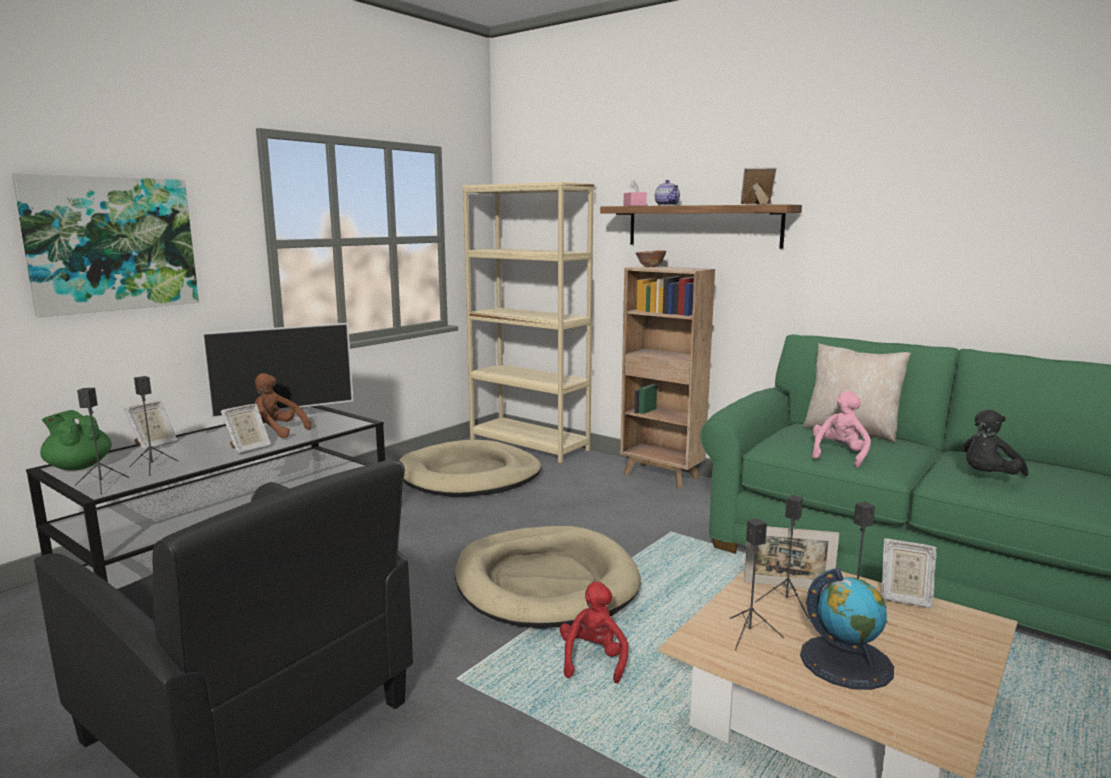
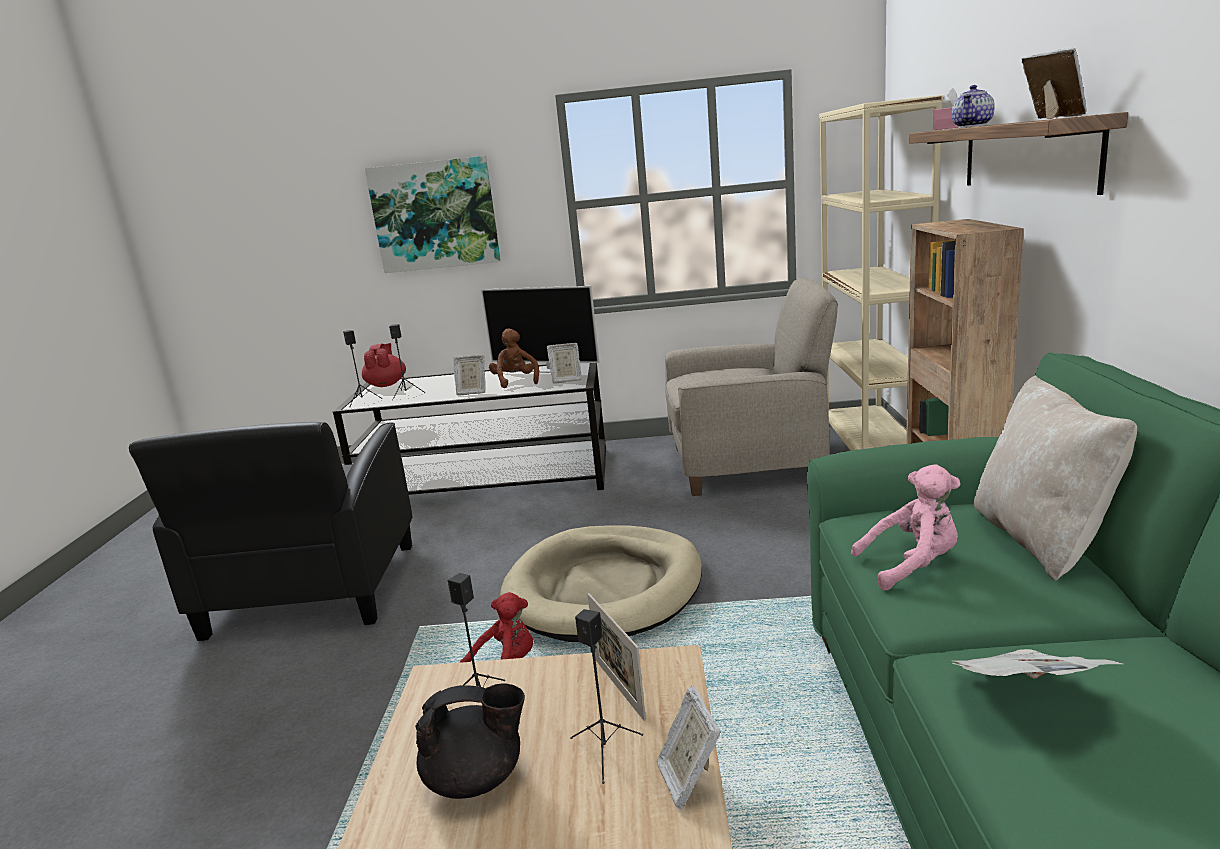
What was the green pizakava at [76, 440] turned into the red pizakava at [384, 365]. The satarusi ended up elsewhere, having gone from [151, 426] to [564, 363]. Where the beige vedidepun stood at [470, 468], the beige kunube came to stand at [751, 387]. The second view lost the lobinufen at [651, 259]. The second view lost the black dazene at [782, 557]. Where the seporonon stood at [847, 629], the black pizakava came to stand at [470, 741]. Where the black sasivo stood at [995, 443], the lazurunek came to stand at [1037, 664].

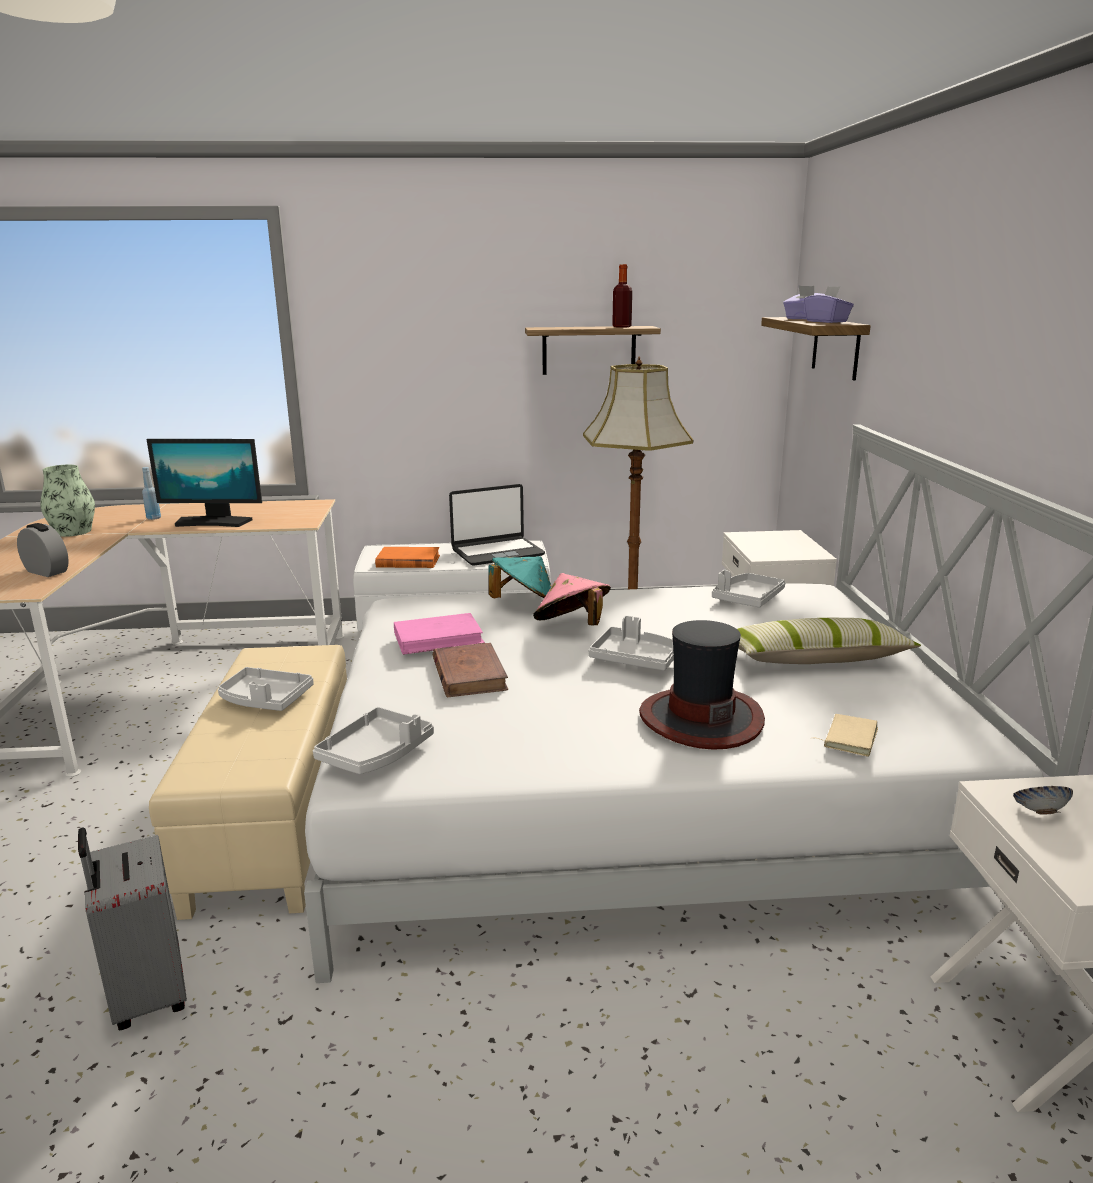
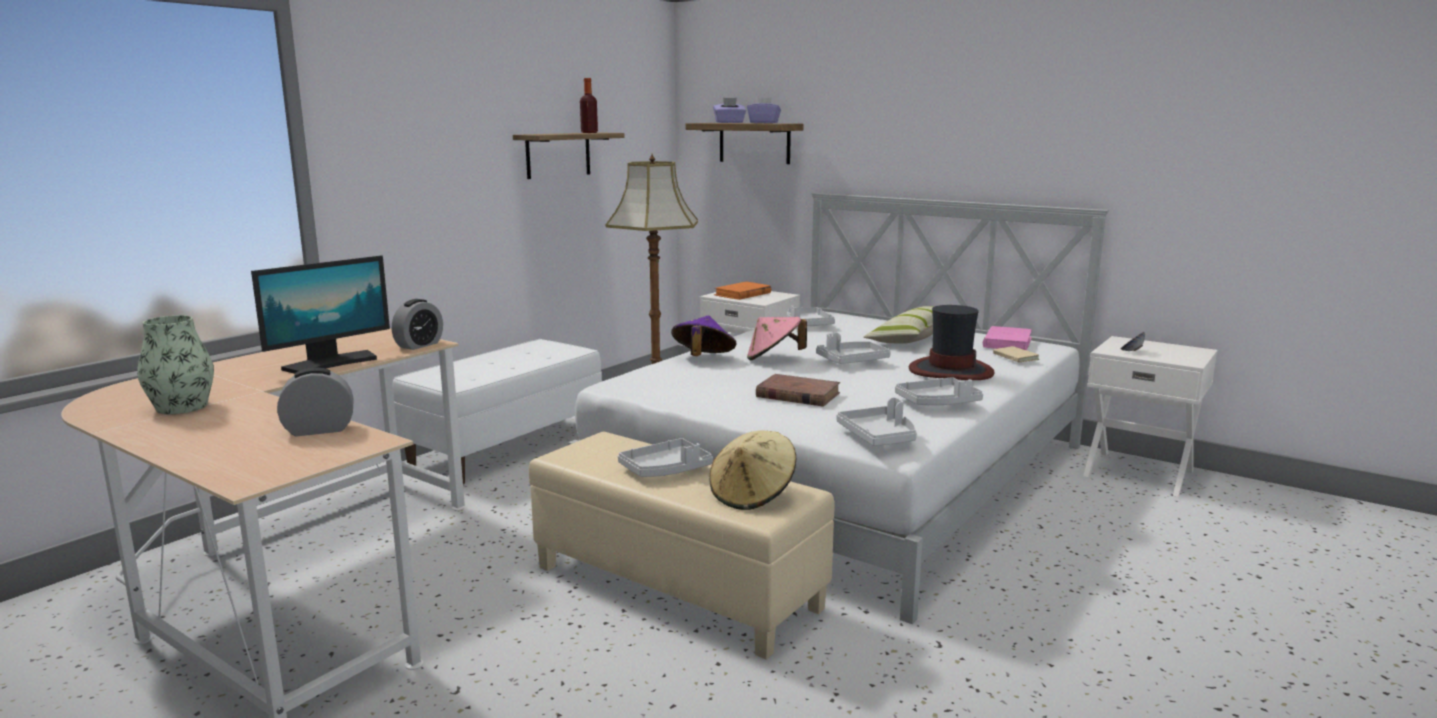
The second view lost the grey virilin at [132, 928]. The second view lost the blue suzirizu at [151, 493]. The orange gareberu ended up elsewhere, having gone from [407, 557] to [742, 291]. The pink gareberu ended up elsewhere, having gone from [439, 634] to [1007, 338]. The second view lost the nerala at [497, 525]. What was the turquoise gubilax at [520, 577] turned into the purple gubilax at [703, 336]. The second view gained the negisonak at [417, 324]. The second view gained the beige gubilax at [752, 470]. The second view gained the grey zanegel at [939, 391].

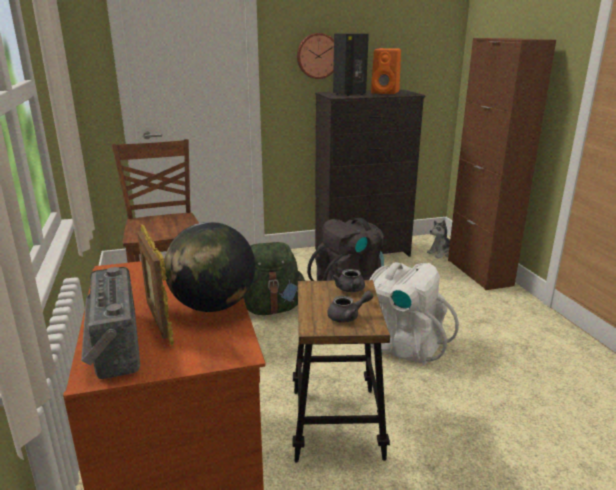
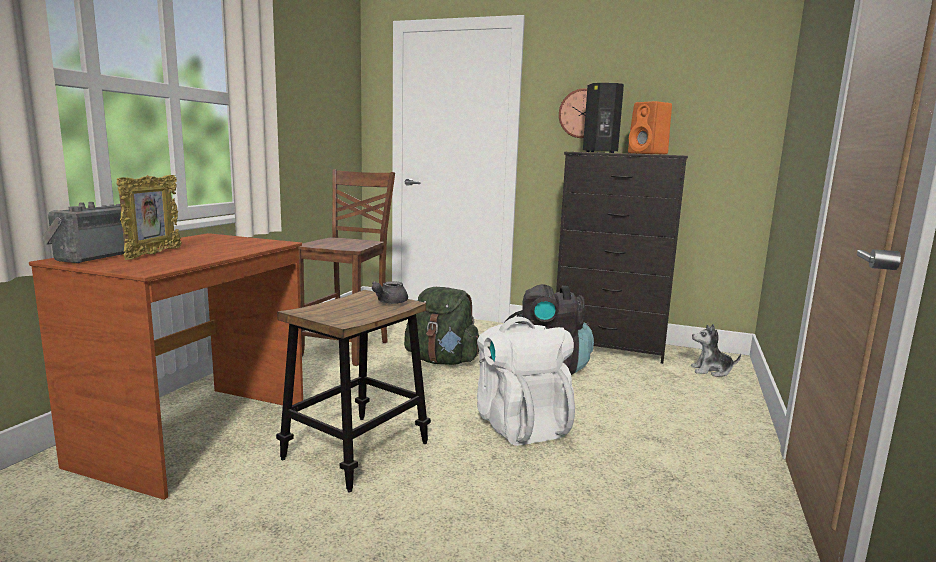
The second view lost the seporonon at [209, 267]. The second view lost the grey pizakava at [350, 307]. The second view lost the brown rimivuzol at [502, 164].

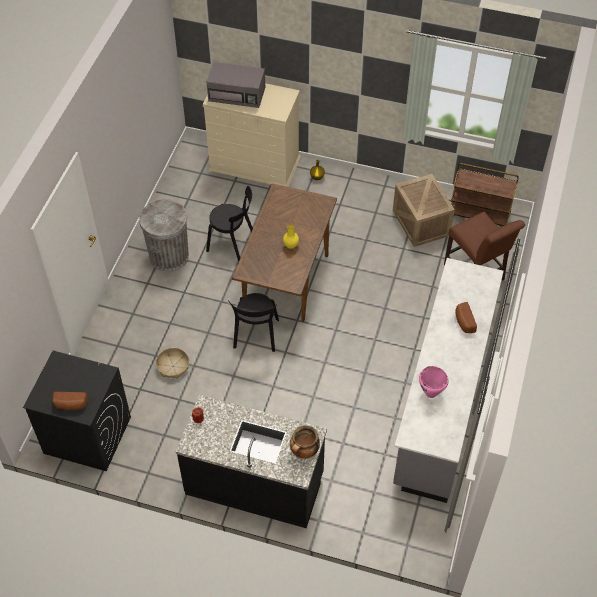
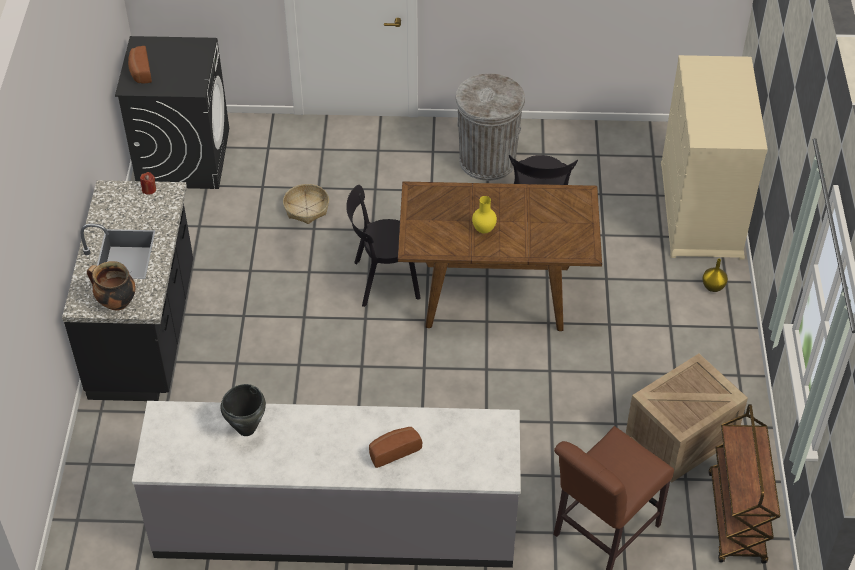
The second view lost the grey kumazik at [236, 85]. What was the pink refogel at [433, 382] turned into the black refogel at [243, 410].

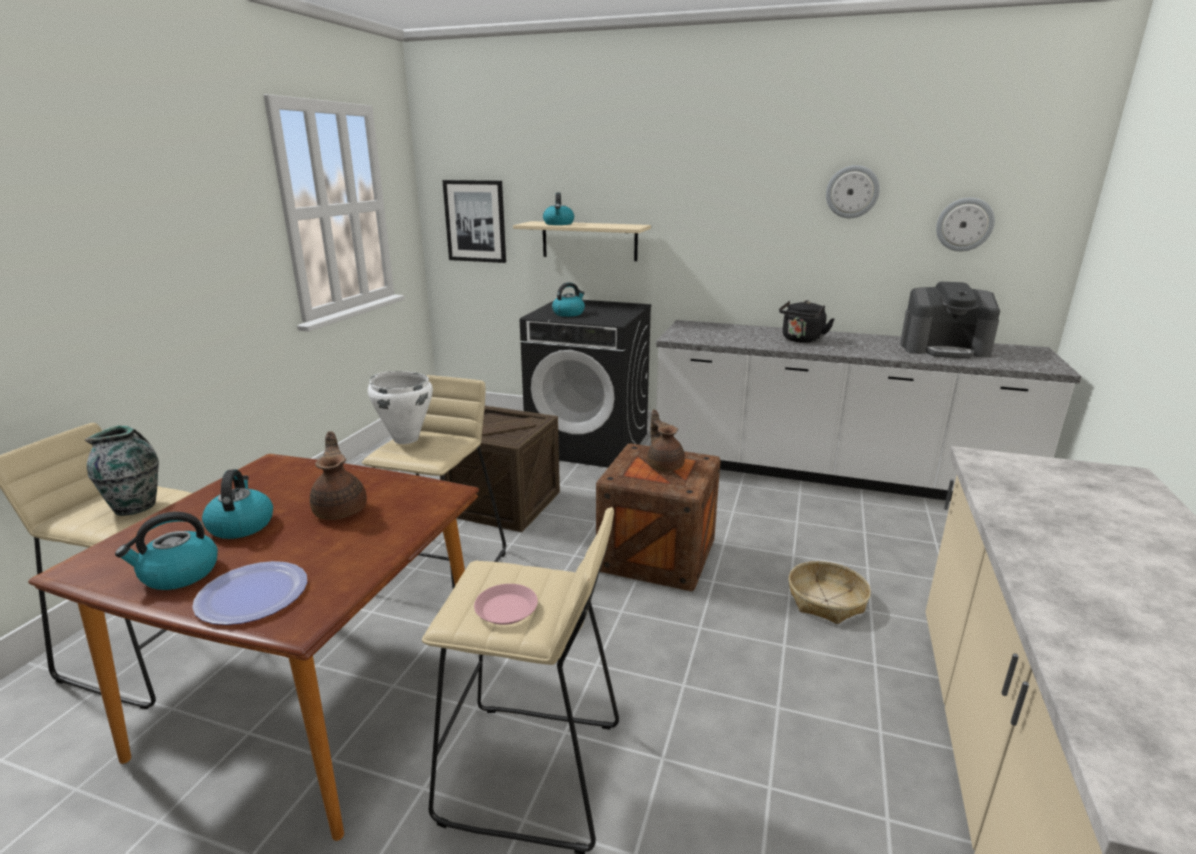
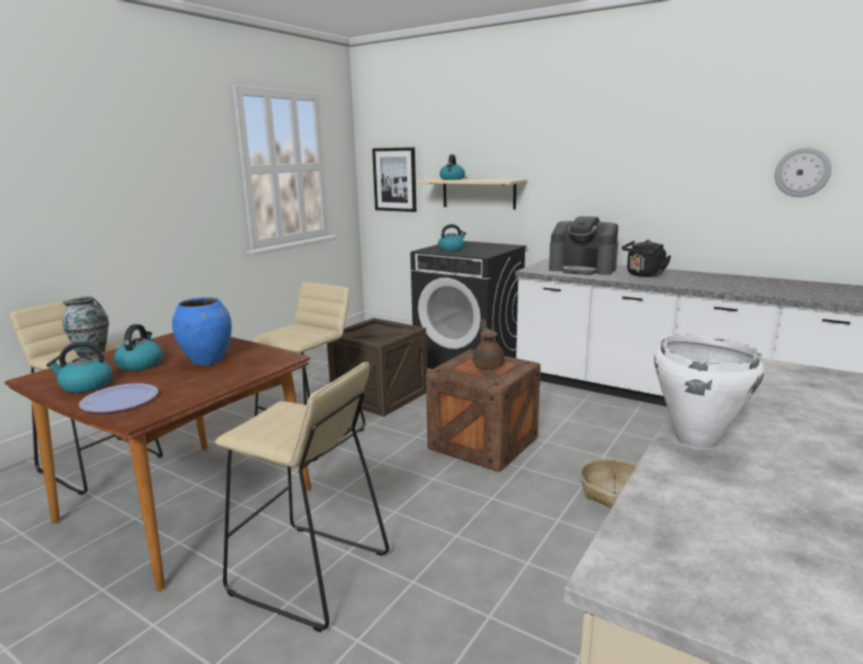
Where the brown pizakava stood at [338, 475], the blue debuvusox came to stand at [202, 331]. The white refogel ended up elsewhere, having gone from [400, 407] to [709, 392]. The second view lost the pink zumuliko at [506, 604]. The second view lost the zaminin at [853, 191]. The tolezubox ended up elsewhere, having gone from [950, 320] to [583, 245].

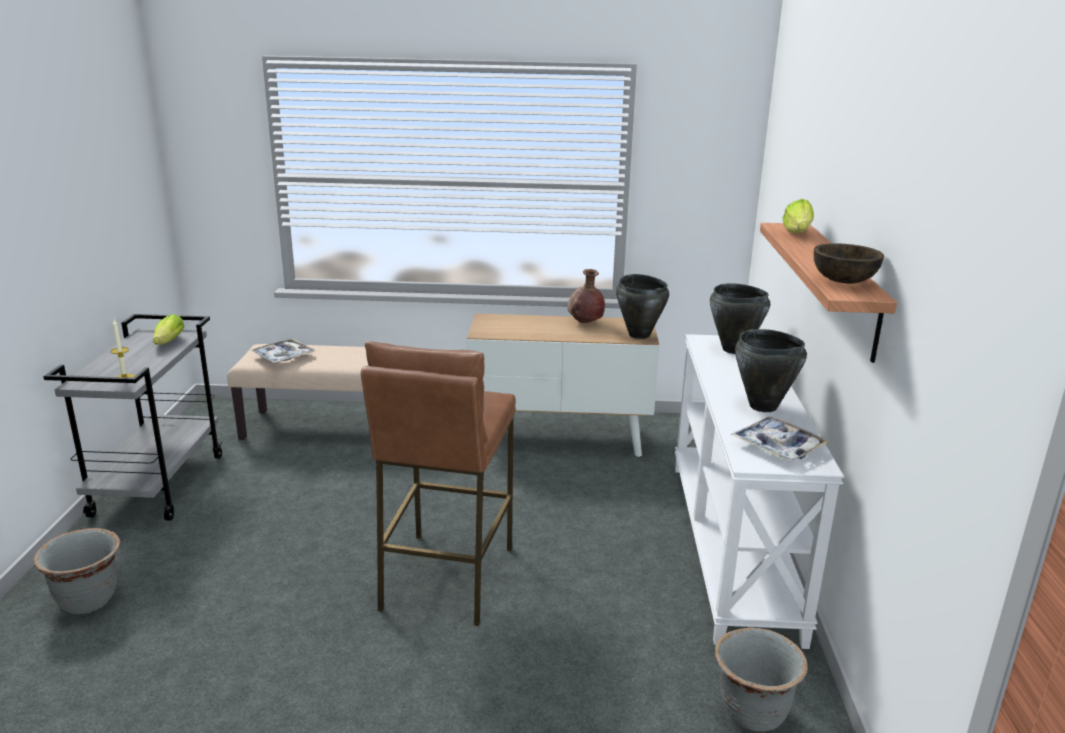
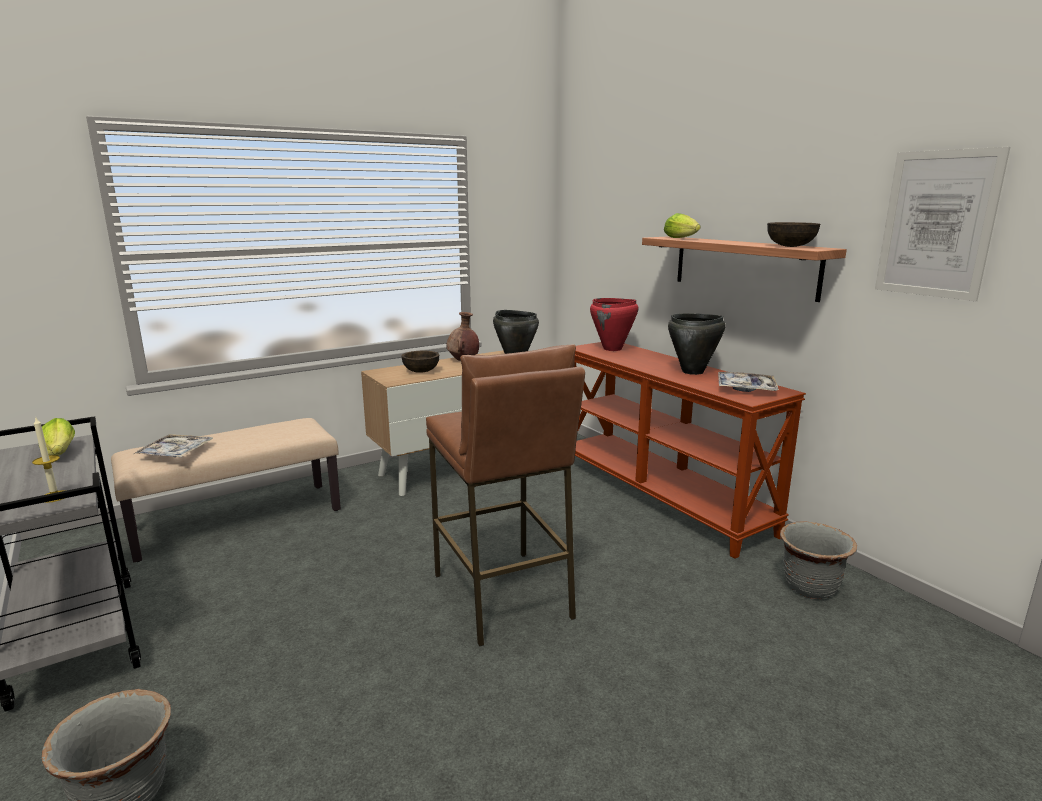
What was the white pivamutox at [759, 491] turned into the brown pivamutox at [690, 450]. What was the black refogel at [740, 318] turned into the red refogel at [614, 324]. The second view gained the brown lobinufen at [420, 362]. The second view gained the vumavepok at [942, 224].

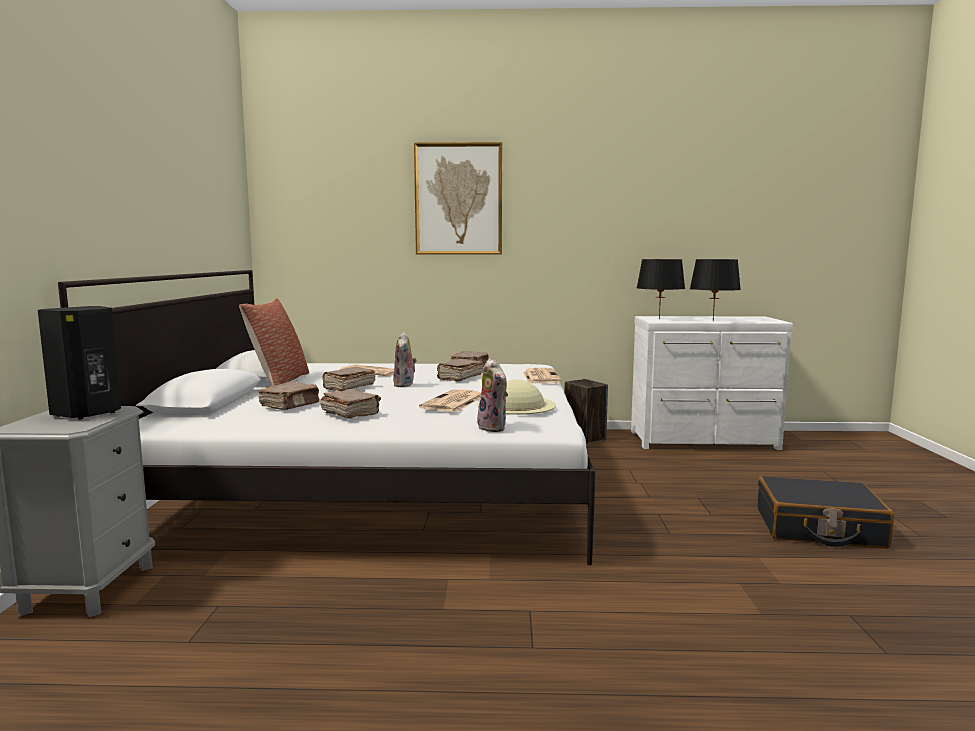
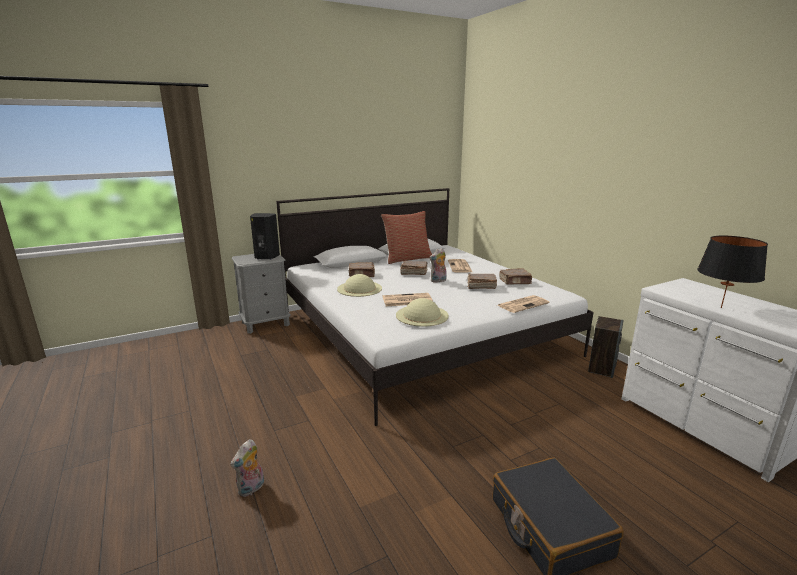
Where the brown gareberu stood at [350, 404], the beige gubilax came to stand at [359, 285]. The second view lost the vumavepok at [458, 198]. The sasivo ended up elsewhere, having gone from [492, 395] to [247, 468]. The second view lost the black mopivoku at [661, 289].

